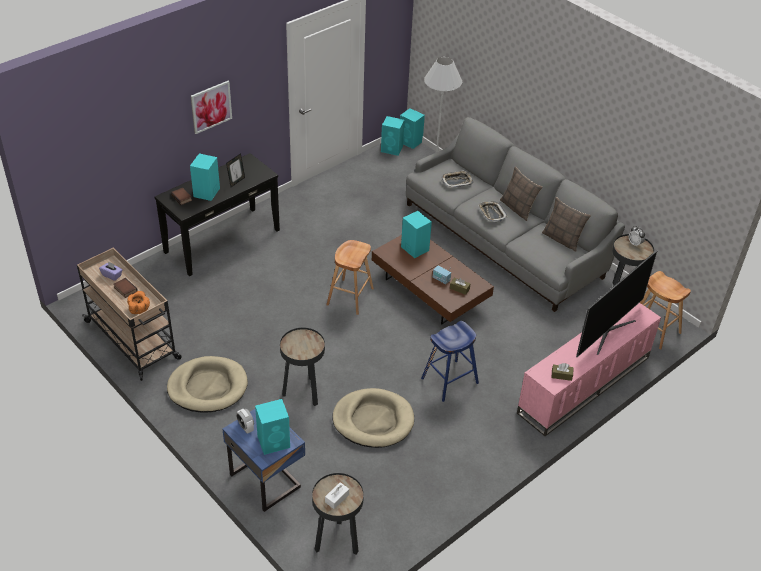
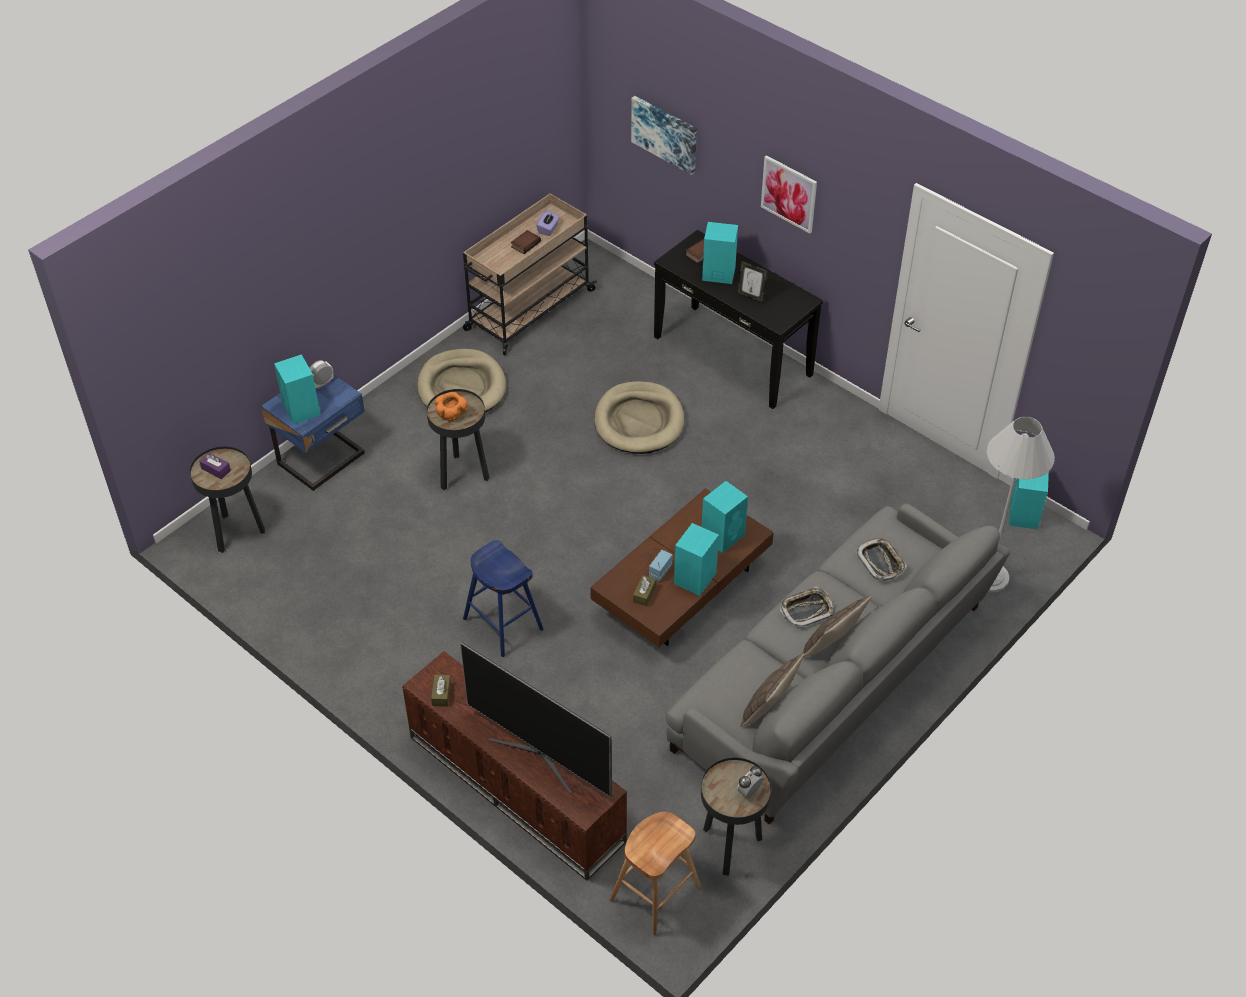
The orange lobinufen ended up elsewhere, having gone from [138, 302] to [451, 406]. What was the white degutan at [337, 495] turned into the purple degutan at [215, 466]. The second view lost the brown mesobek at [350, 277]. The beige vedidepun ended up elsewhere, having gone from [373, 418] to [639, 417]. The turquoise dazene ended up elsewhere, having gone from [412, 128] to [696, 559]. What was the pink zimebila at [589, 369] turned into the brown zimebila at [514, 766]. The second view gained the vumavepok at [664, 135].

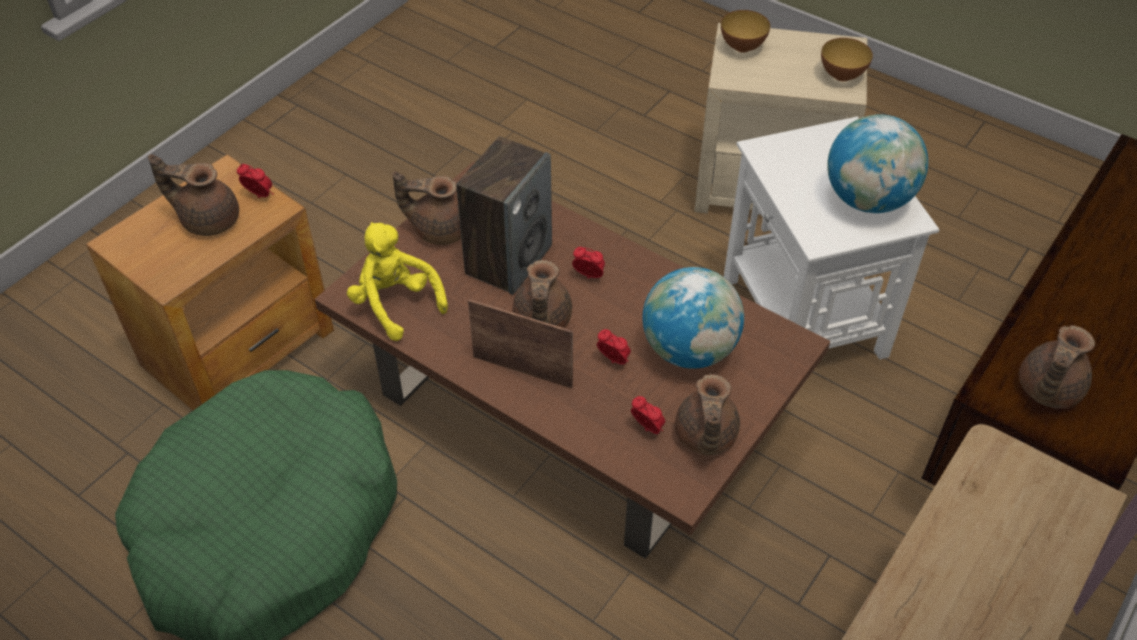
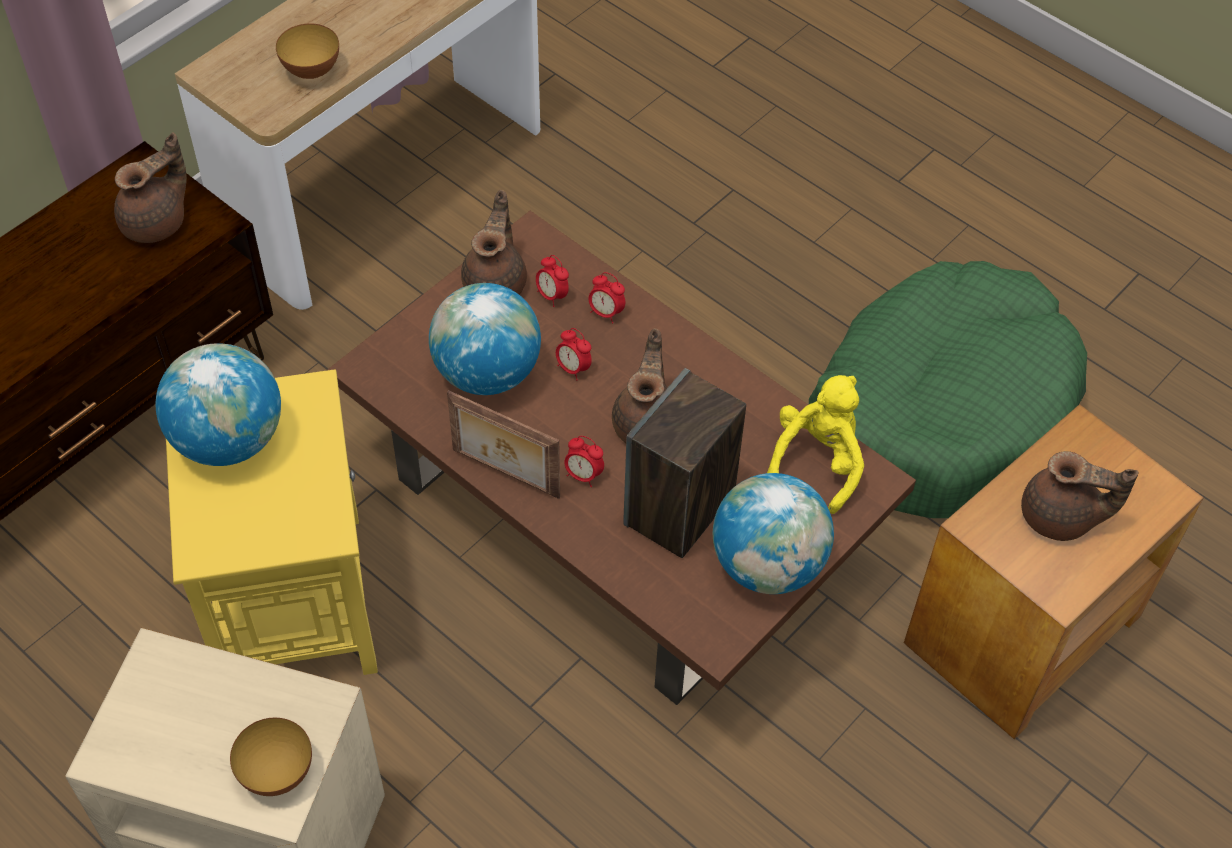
The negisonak ended up elsewhere, having gone from [255, 181] to [606, 298]. The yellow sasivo at [397, 281] ended up facing another way, 120 degrees counterclockwise from before. Where the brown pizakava stood at [426, 208], the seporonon came to stand at [773, 533]. The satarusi ended up elsewhere, having gone from [520, 343] to [503, 444]. What was the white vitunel at [831, 238] turned into the yellow vitunel at [272, 522]. The lobinufen ended up elsewhere, having gone from [847, 59] to [307, 51].

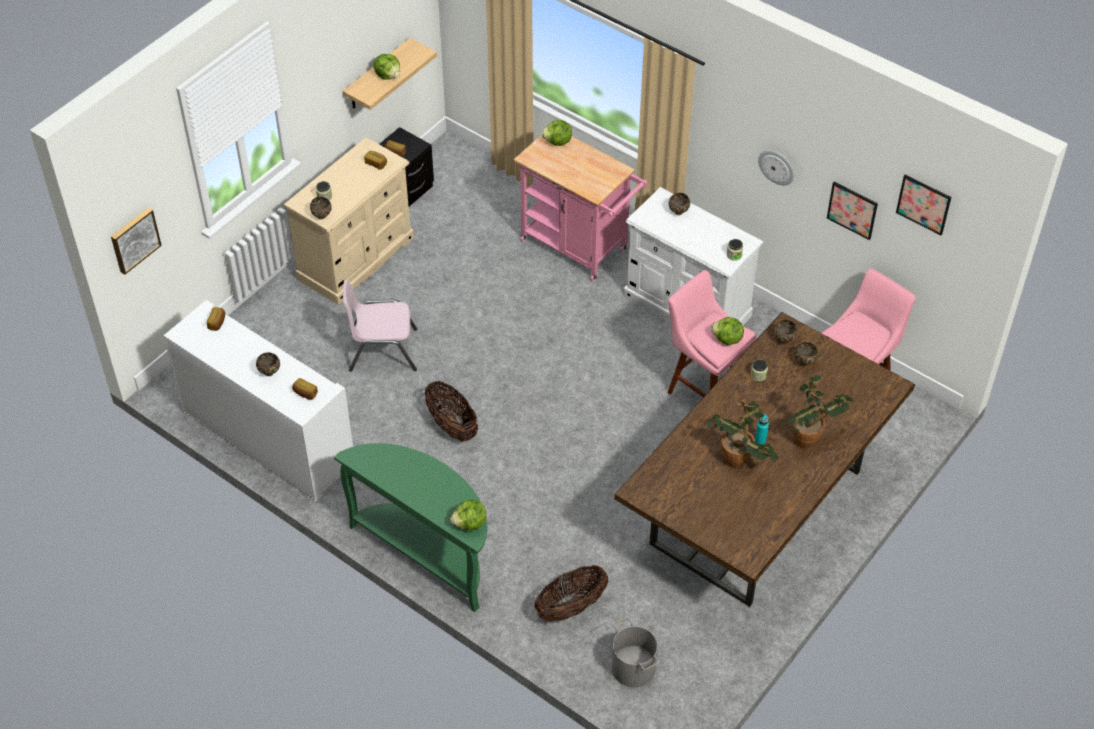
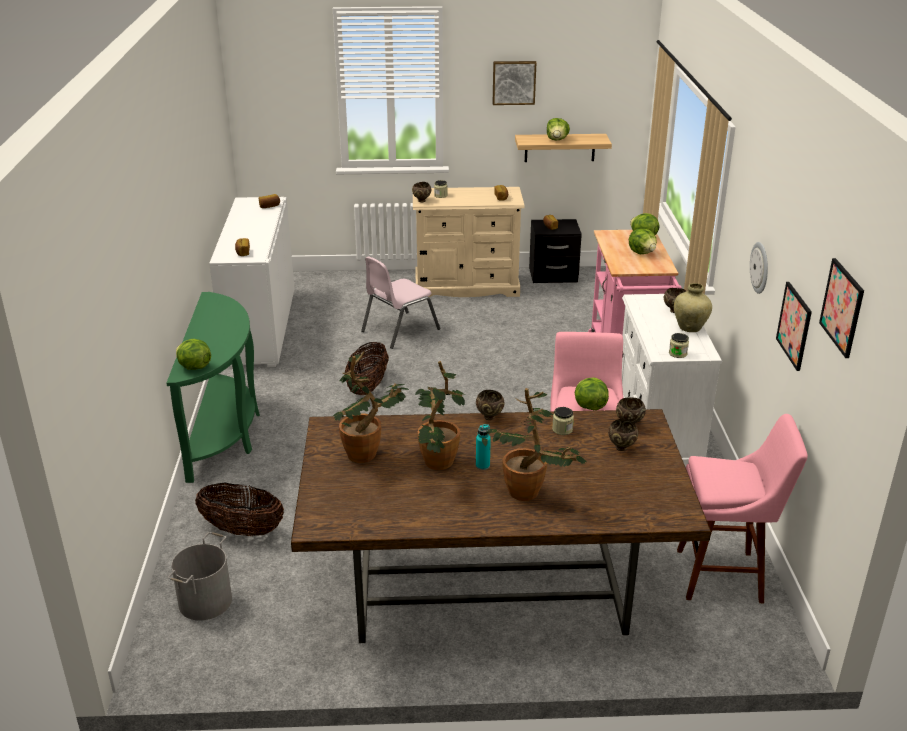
The vumavepok ended up elsewhere, having gone from [136, 241] to [515, 83]. The brown lobinufen ended up elsewhere, having gone from [268, 364] to [490, 405]. The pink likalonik at [380, 326] ended up facing another way, 90 degrees counterclockwise from before. The second view gained the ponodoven at [370, 407]. The second view gained the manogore at [643, 241]. The second view gained the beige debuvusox at [693, 307].

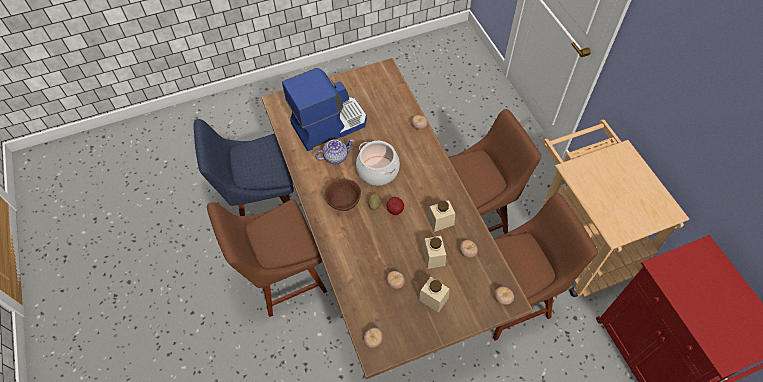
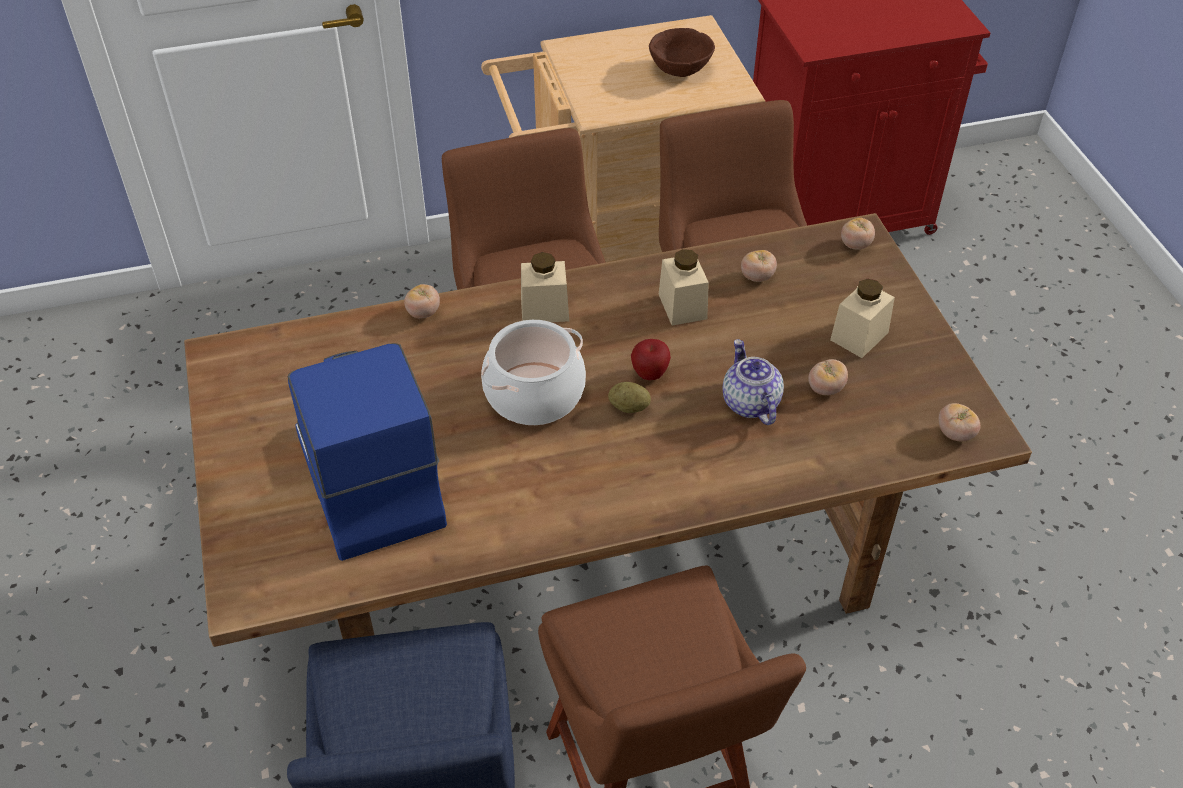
The pizakava ended up elsewhere, having gone from [334, 151] to [753, 382]. The brown lobinufen ended up elsewhere, having gone from [342, 195] to [682, 52]. The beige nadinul ended up elsewhere, having gone from [434, 252] to [545, 287].

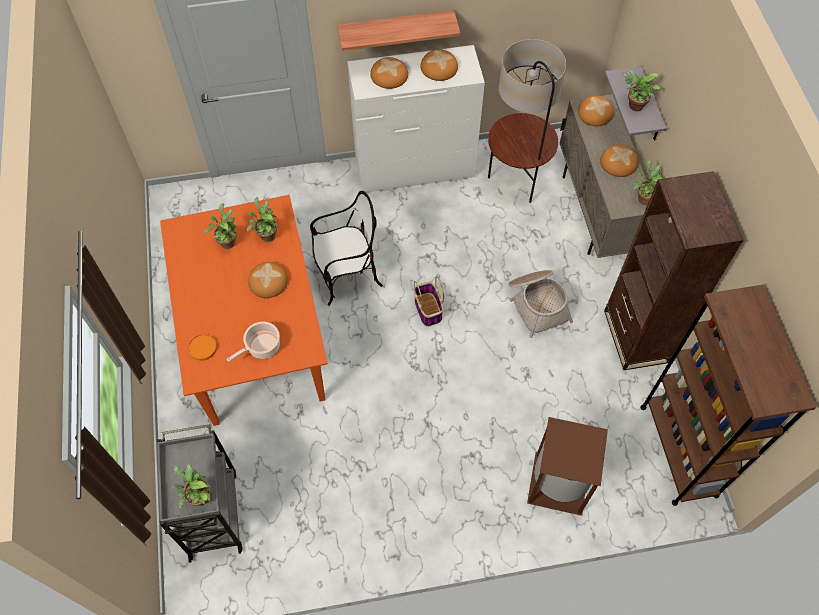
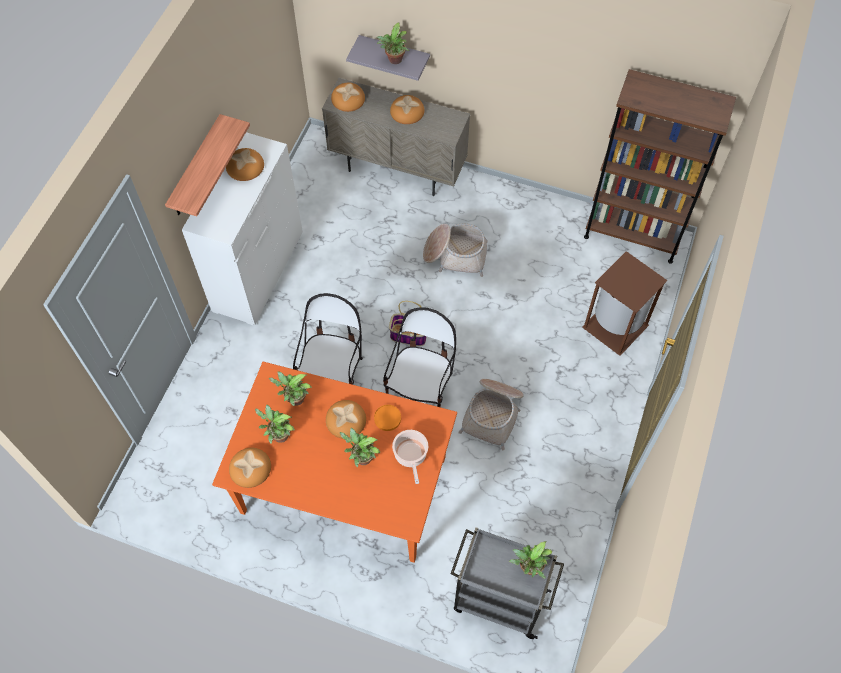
The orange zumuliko ended up elsewhere, having gone from [202, 347] to [387, 418]. The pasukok ended up elsewhere, having gone from [389, 73] to [250, 468]. The second view lost the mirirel at [527, 121]. The second view lost the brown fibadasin at [674, 270]. The ponodoven ended up elsewhere, having gone from [648, 182] to [360, 447]. The second view gained the likalonik at [419, 357]. The second view gained the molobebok at [491, 414].

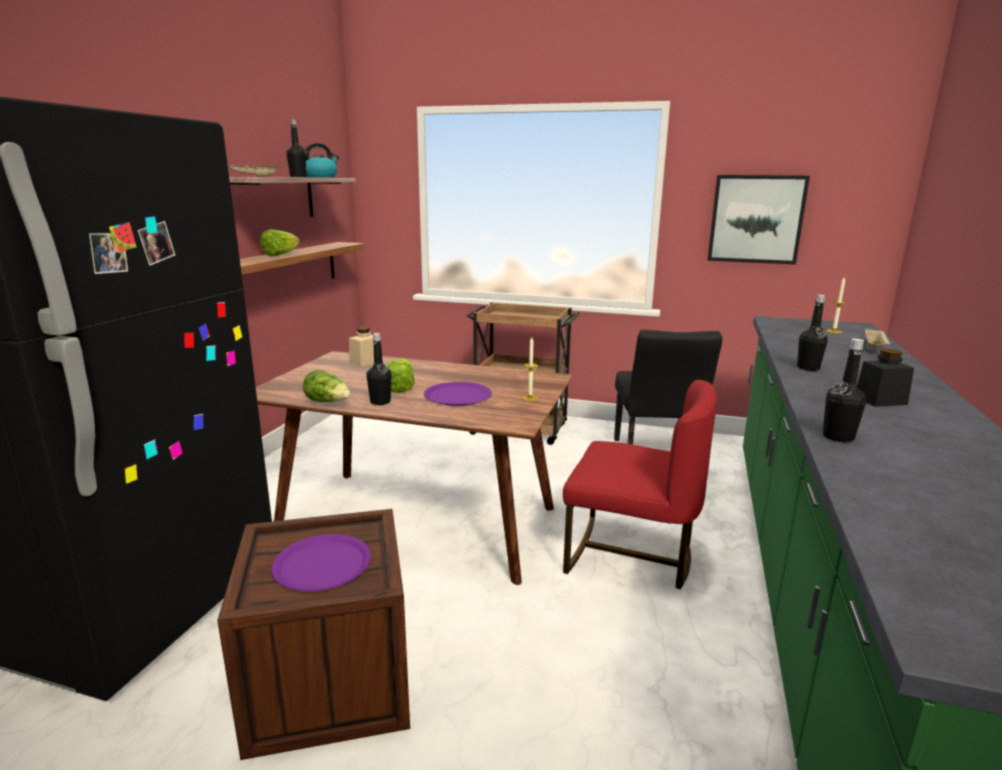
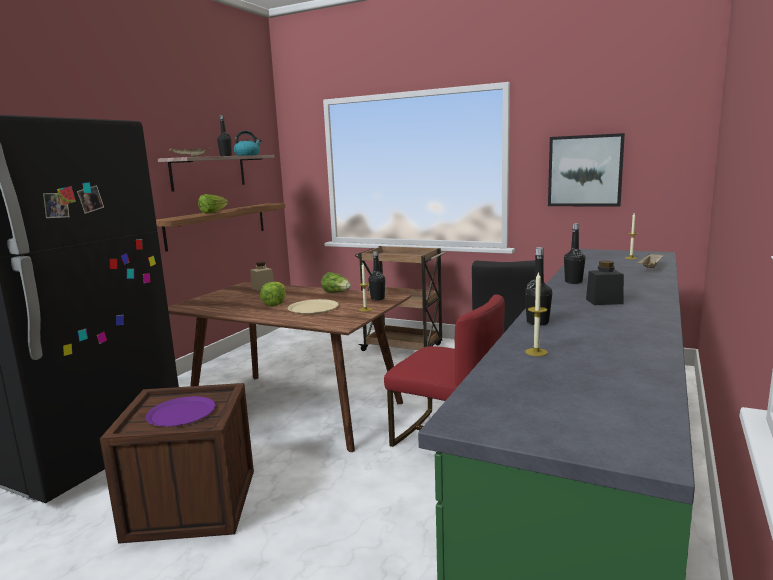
The manogore ended up elsewhere, having gone from [327, 385] to [336, 282]. The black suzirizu ended up elsewhere, having gone from [379, 369] to [376, 275]. What was the purple zumuliko at [458, 394] turned into the beige zumuliko at [313, 306]. The second view gained the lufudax at [536, 313].

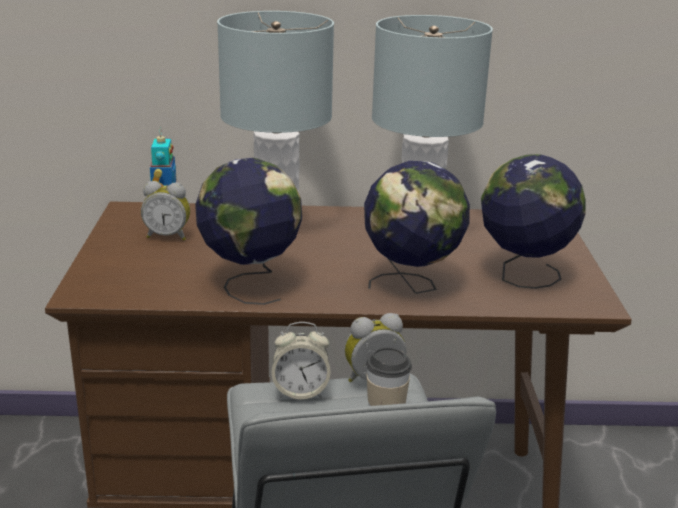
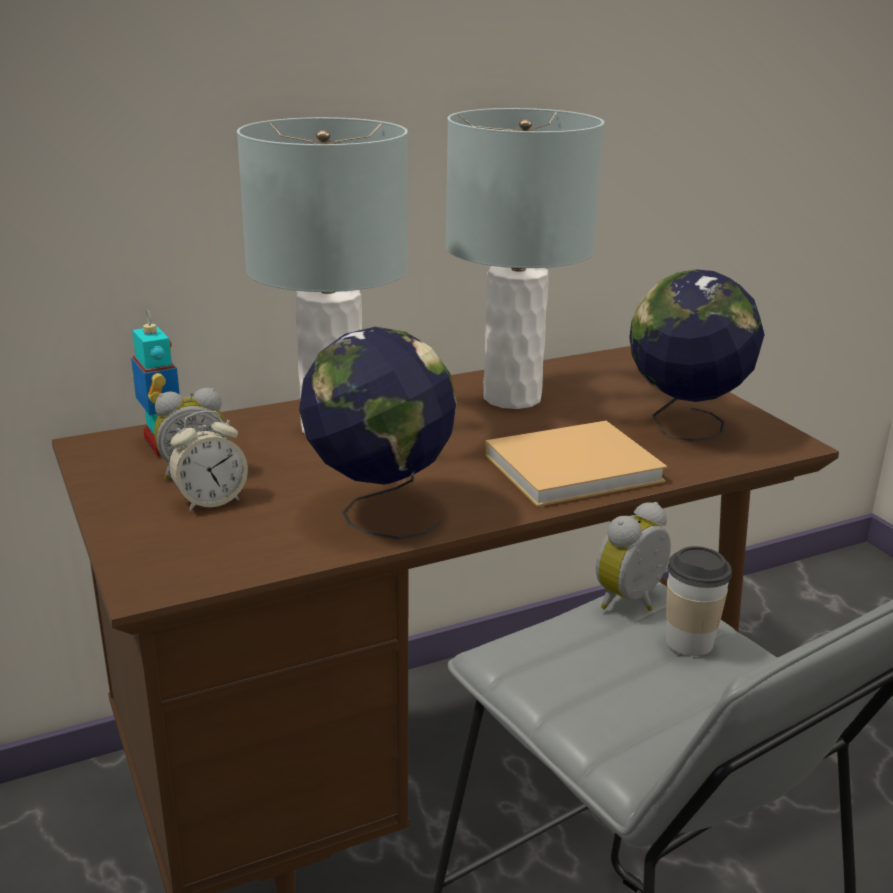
The negisonak ended up elsewhere, having gone from [300, 360] to [208, 461]. Where the seporonon stood at [417, 227], the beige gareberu came to stand at [576, 464].

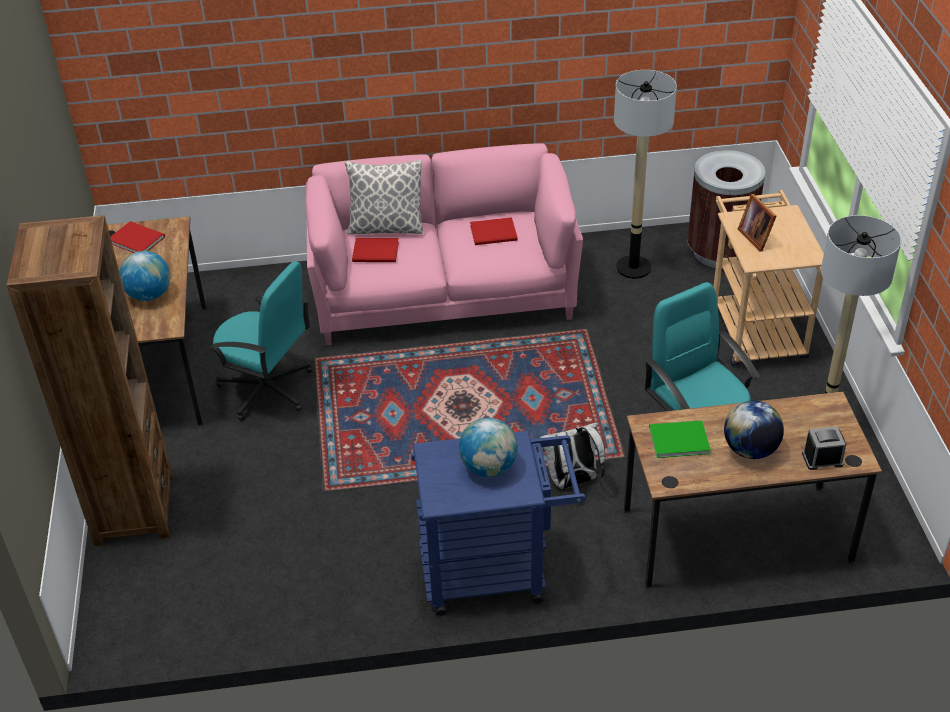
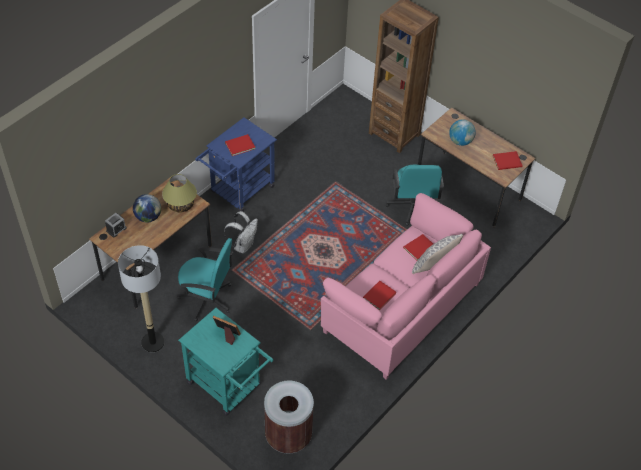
The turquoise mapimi at [261, 341] ended up facing another way, 75 degrees counterclockwise from before. Where the seporonon stood at [488, 447], the red gareberu came to stand at [240, 145]. The second view lost the mirirel at [645, 174]. Where the green gareberu stood at [680, 439], the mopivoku came to stand at [179, 193]. What was the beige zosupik at [768, 278] turned into the turquoise zosupik at [225, 362].

